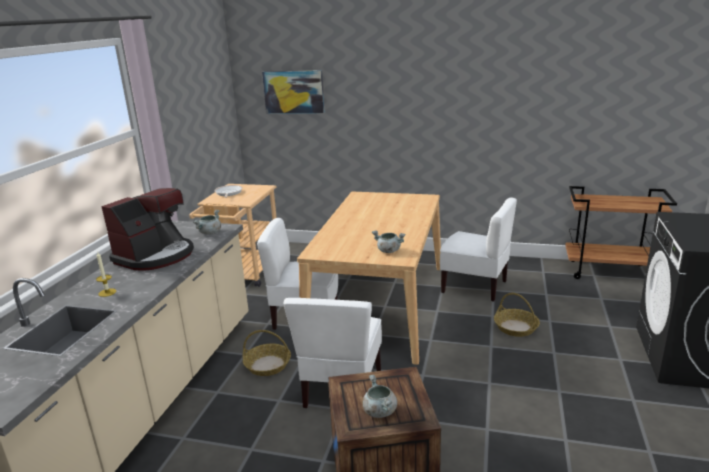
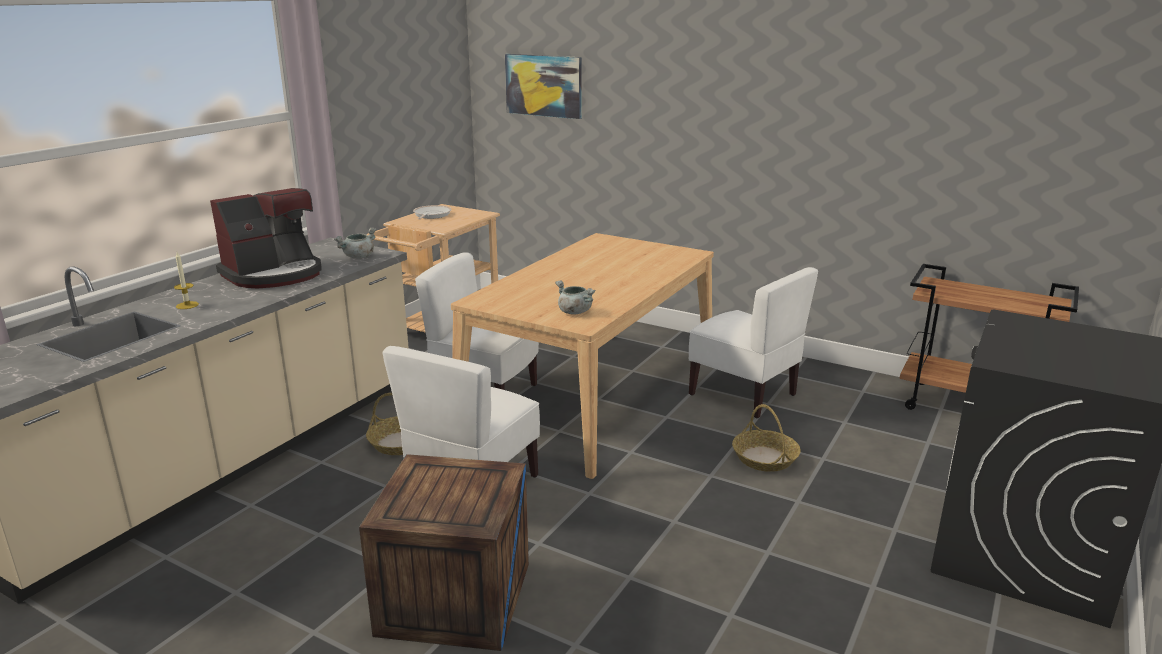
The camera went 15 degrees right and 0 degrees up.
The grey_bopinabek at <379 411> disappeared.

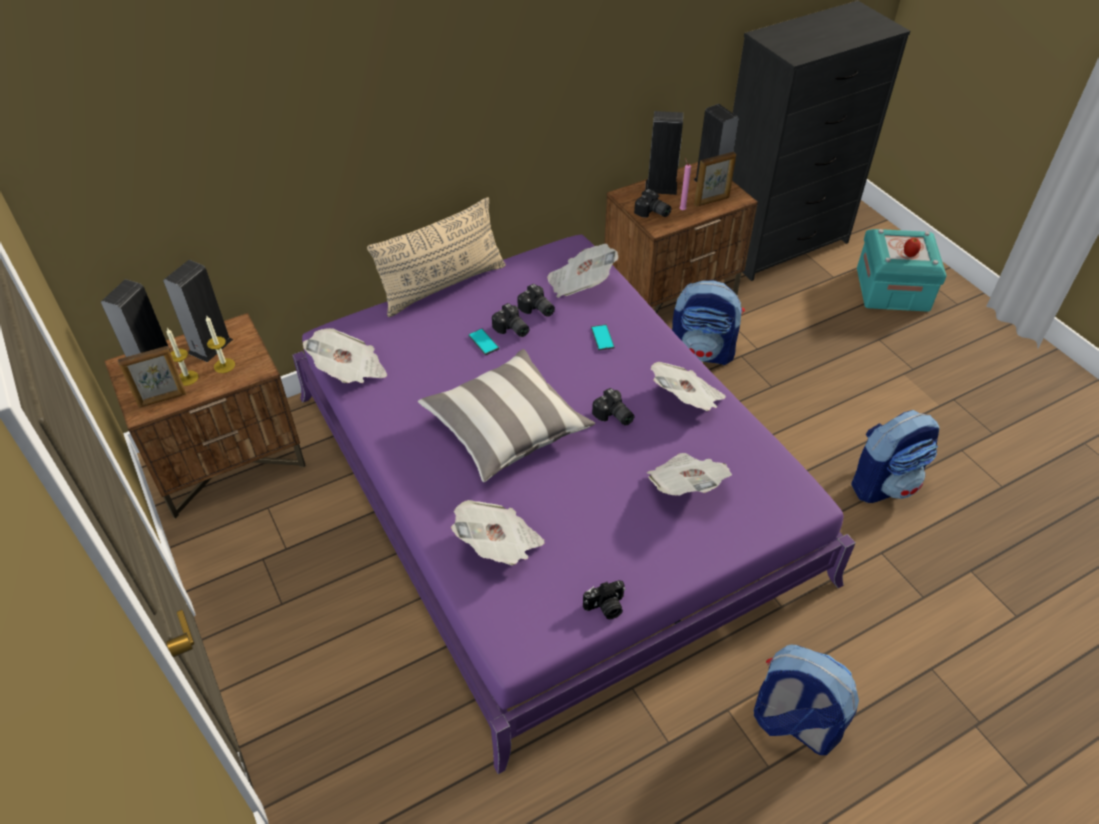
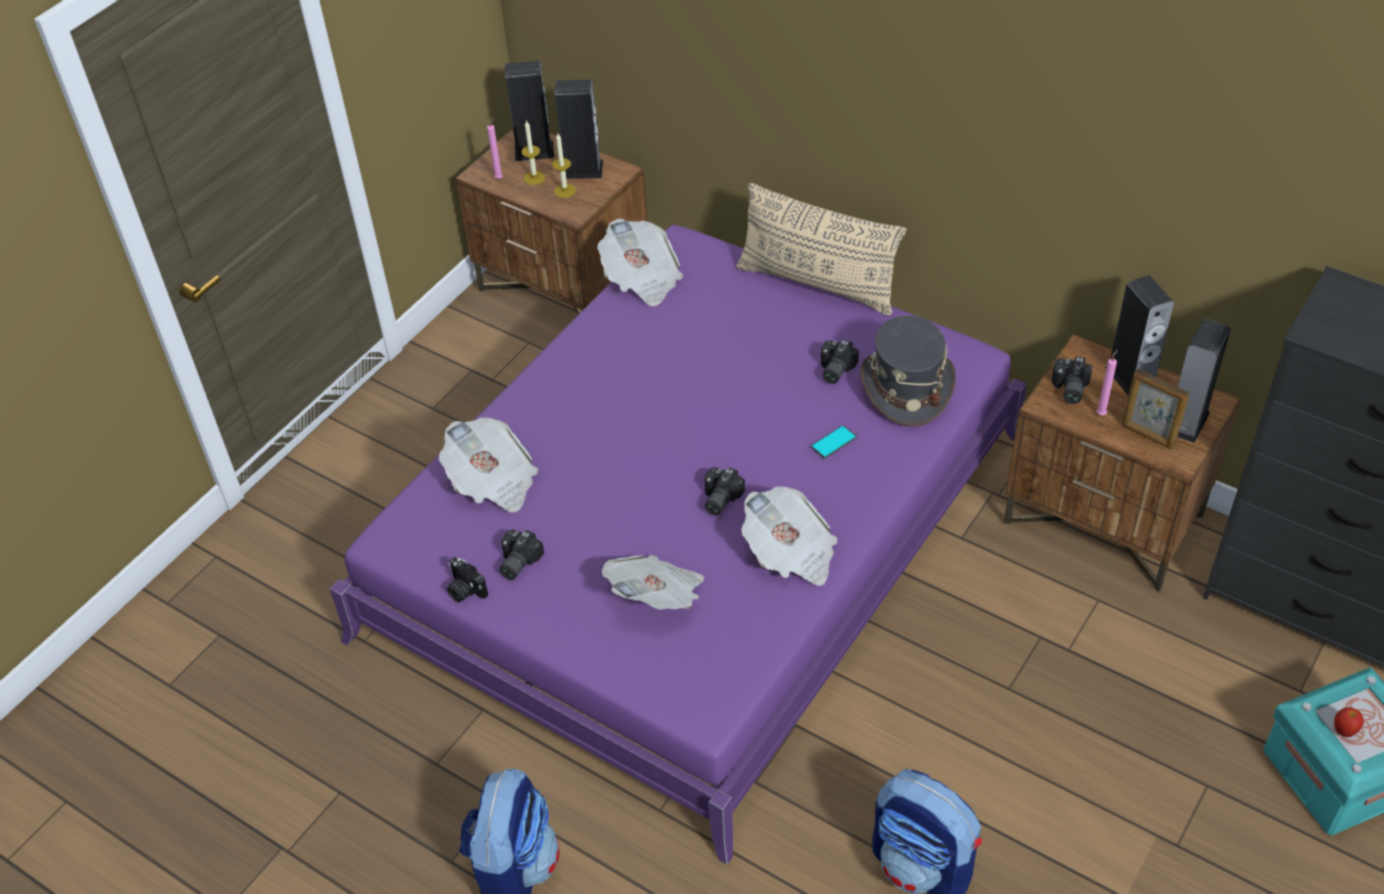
The camera went 65 degrees right and 0 degrees up.
The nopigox at <506 428> disappeared.
The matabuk at <483 342> disappeared.
The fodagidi at <702 352> disappeared.
The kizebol moved from <511 330> to <516 562>.
The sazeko at <162 399> was replaced by the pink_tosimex at <499 178>.
The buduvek at <580 284> was replaced by the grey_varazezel at <906 387>.

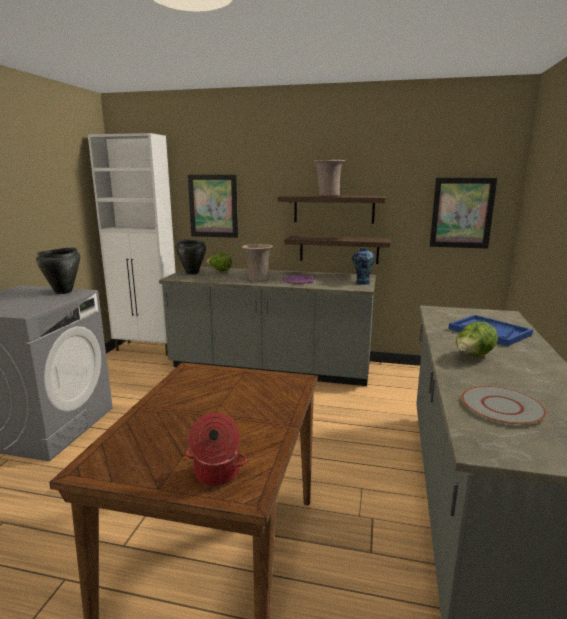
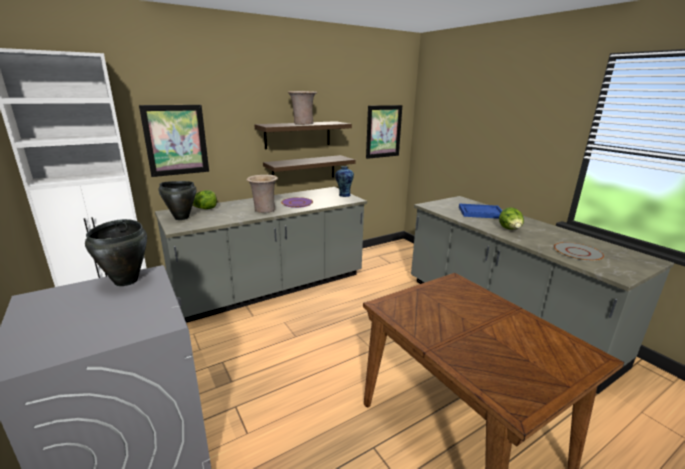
The camera went 45 degrees left and 5 degrees up.
The bopinabek at <216 474> disappeared.

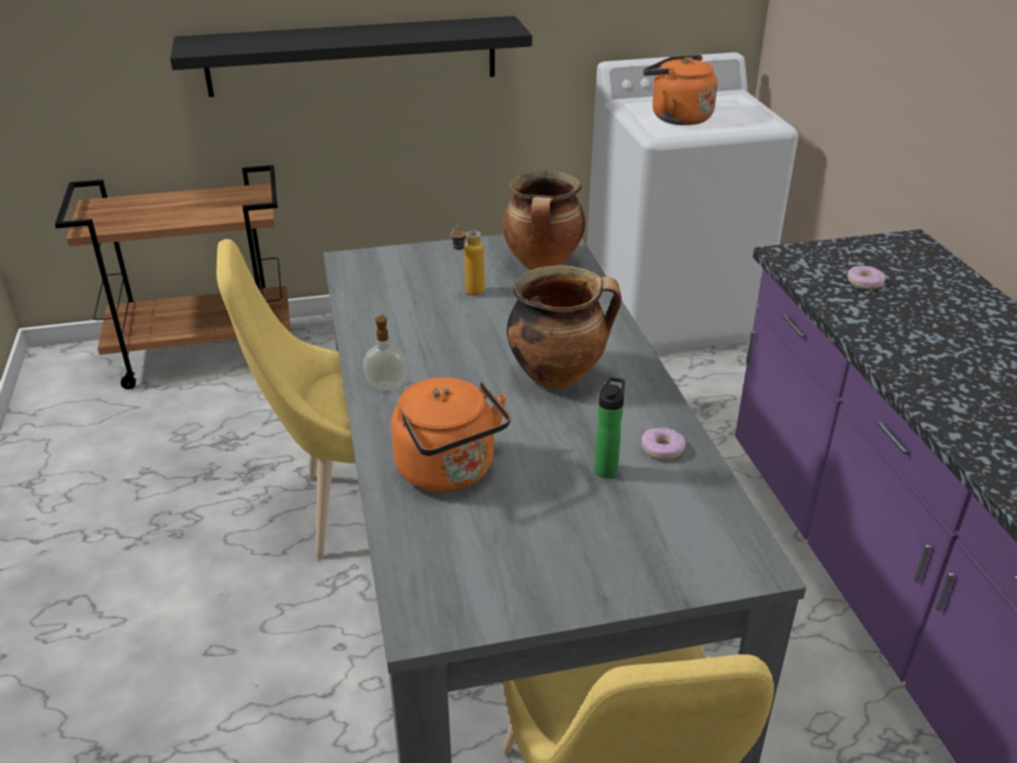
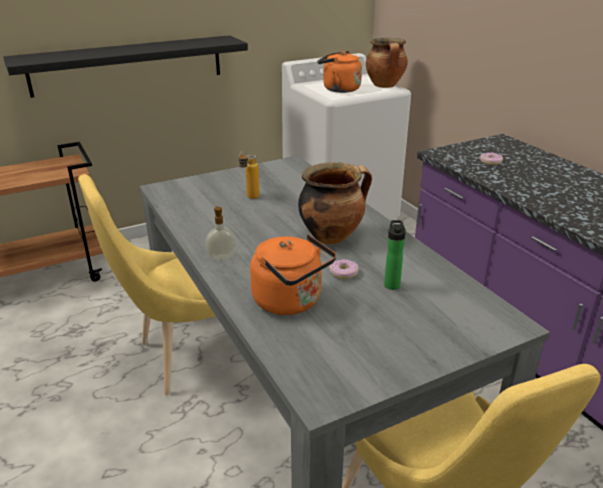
The camera went 15 degrees left and 5 degrees down.
The bopinabek moved from <543 265> to <385 86>.
The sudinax moved from <662 449> to <343 273>.

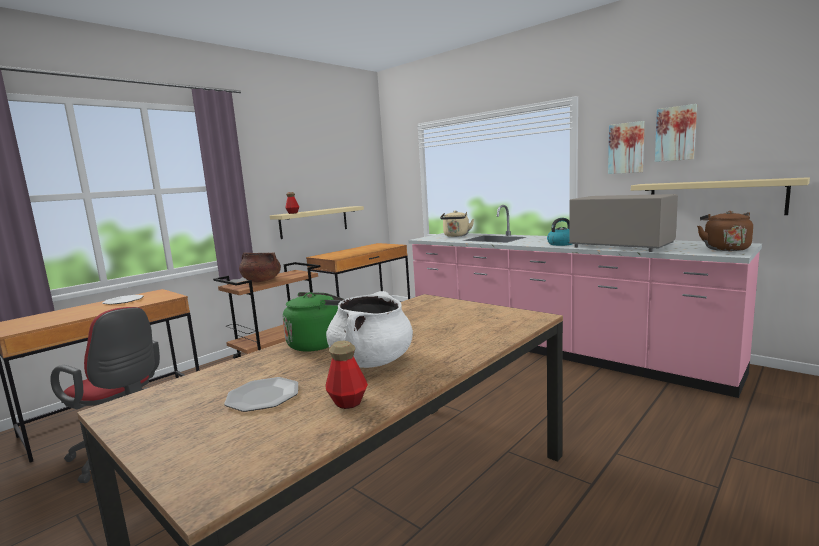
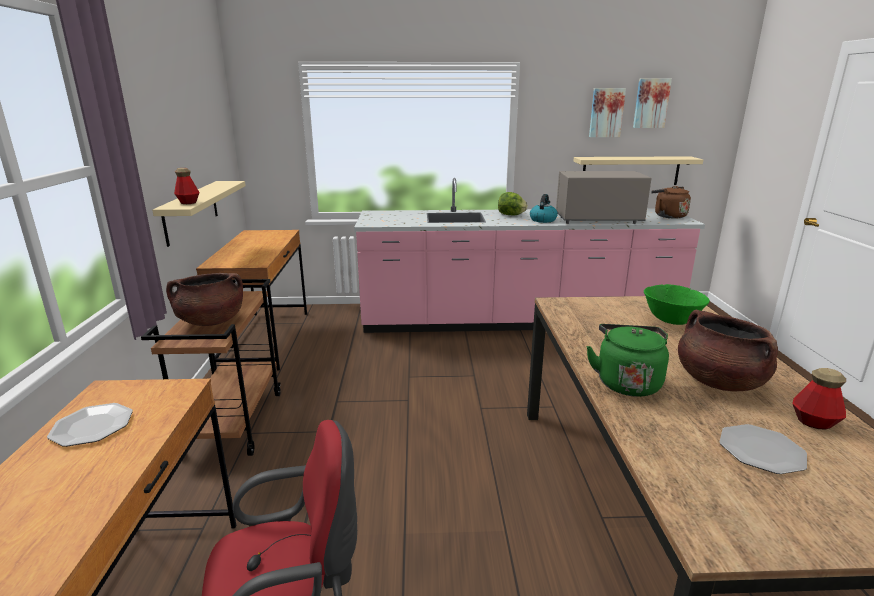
The camera went 45 degrees left and 10 degrees up.
The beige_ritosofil at <456 236> disappeared.
The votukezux at <511 215> appeared.
The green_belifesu at <671 321> appeared.
The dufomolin moved from <626 148> to <651 103>.
The white_bopinabek at <372 361> became the brown_bopinabek at <718 381>.

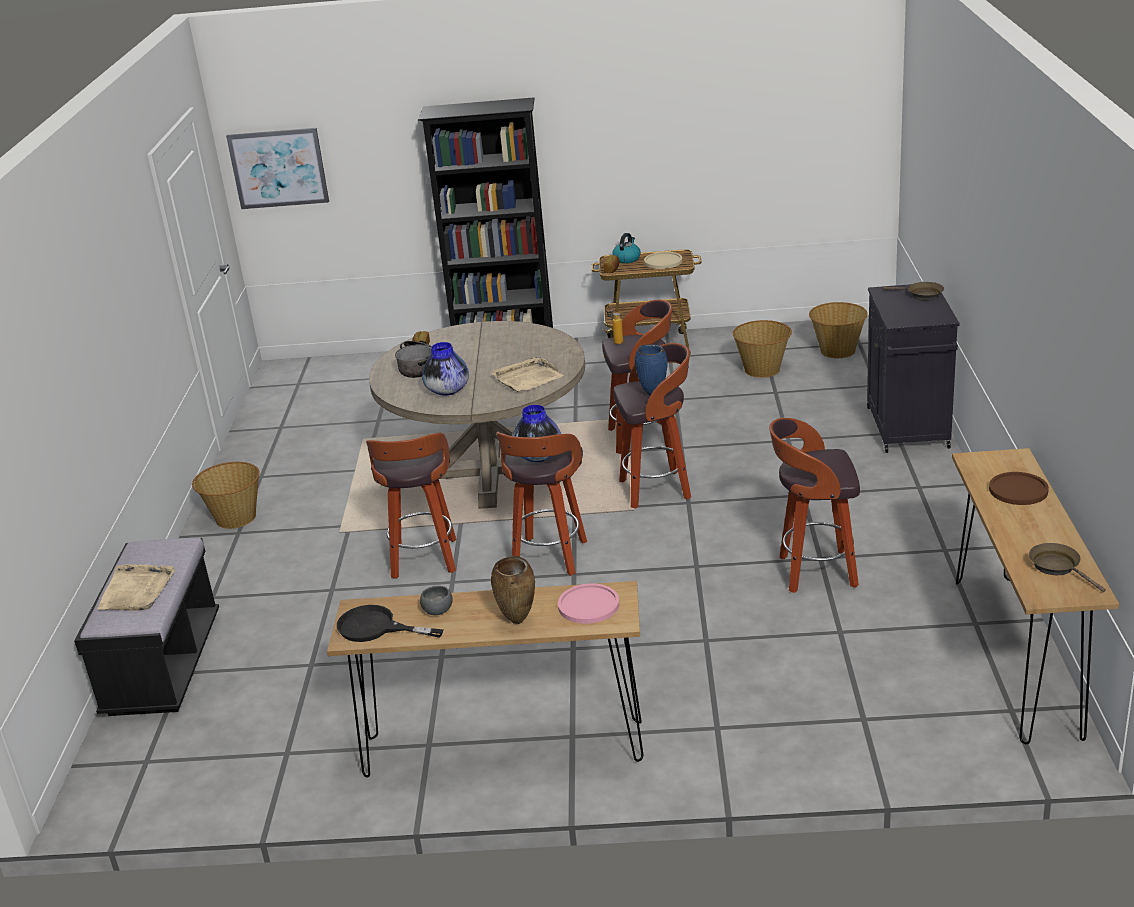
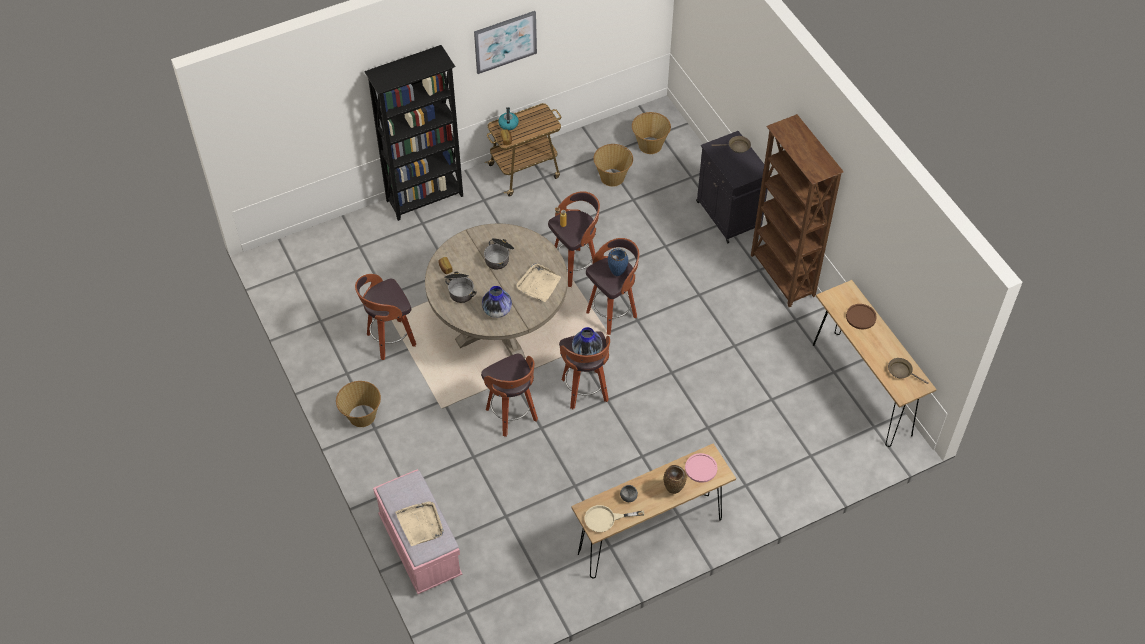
The camera went 30 degrees left and 25 degrees up.
The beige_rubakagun at <663 261> disappeared.
The bopinabek at <499 257> appeared.
The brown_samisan at <782 276> appeared.
The dufomolin moved from <278 168> to <505 41>.
The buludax moved from <815 572> to <390 340>.
The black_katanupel at <163 667> became the pink_katanupel at <420 547>.
The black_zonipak at <376 628> became the beige_zonipak at <605 519>.

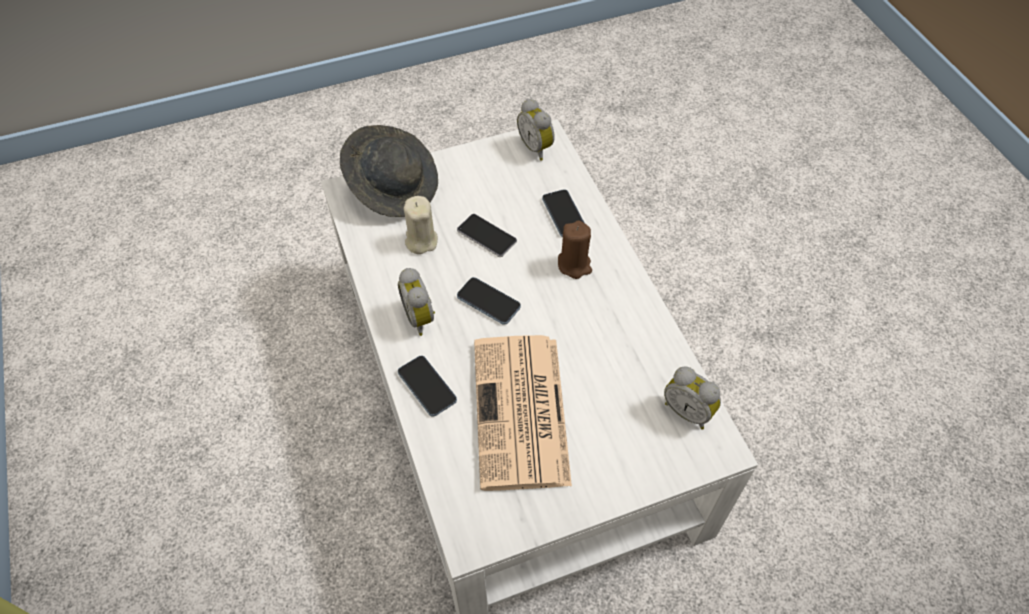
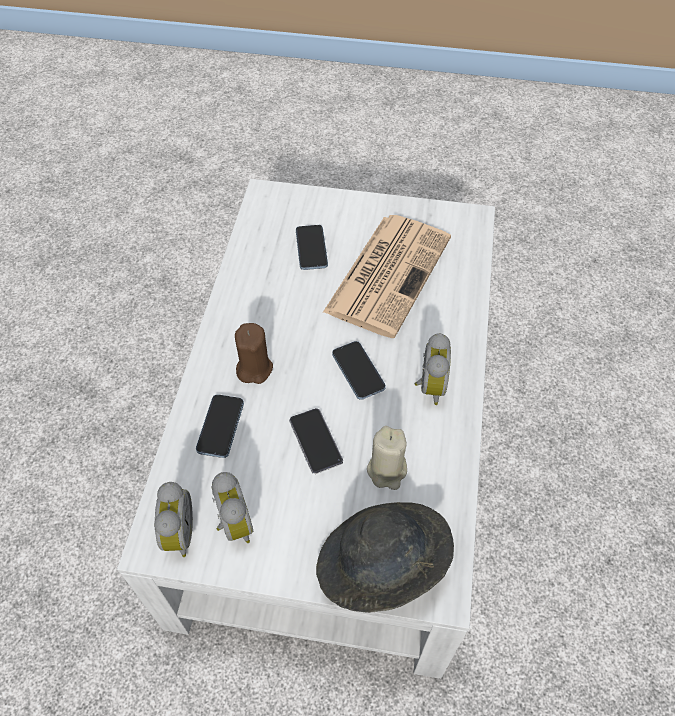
The camera went 150 degrees left and 0 degrees up.
The matabuk moved from <427 387> to <311 248>.
The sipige moved from <688 410> to <232 524>.

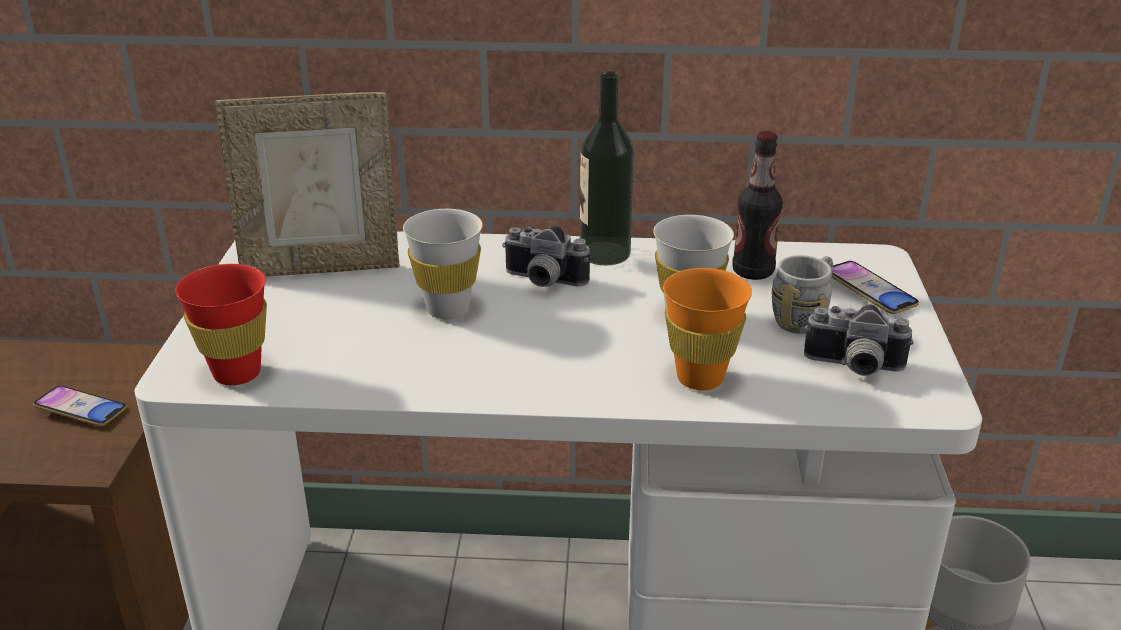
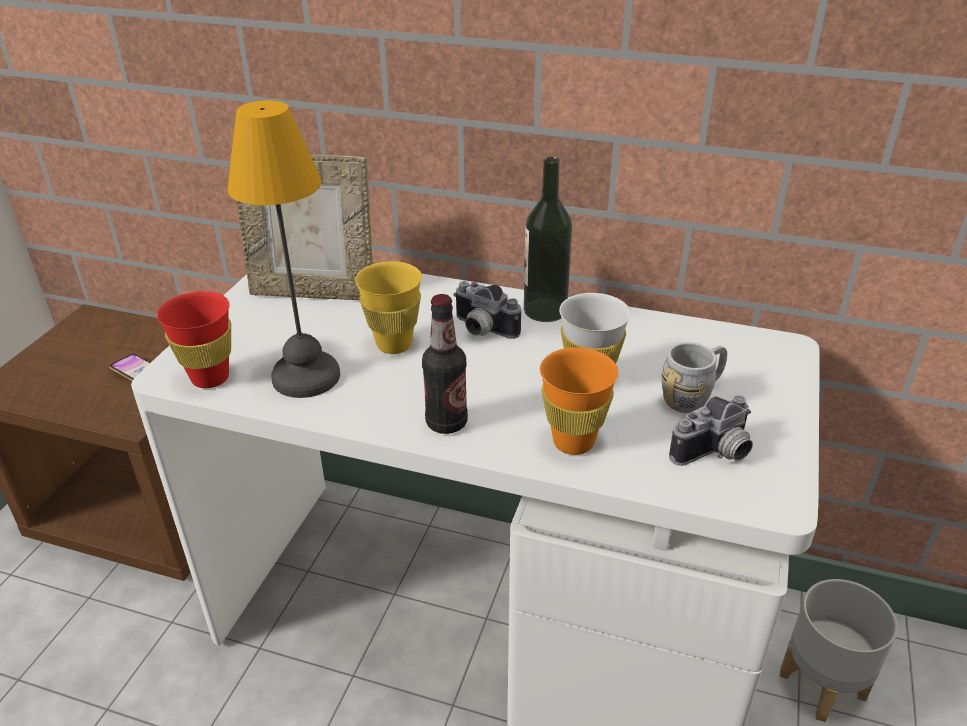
The camera went 15 degrees right and 5 degrees up.
The matabuk at <869 293> disappeared.
The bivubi at <304 377> appeared.
The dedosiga moved from <753 272> to <446 423>.
The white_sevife at <448 309> became the yellow_sevife at <394 345>.
The kizebol at <853 368> turned 60 degrees counterclockwise.

